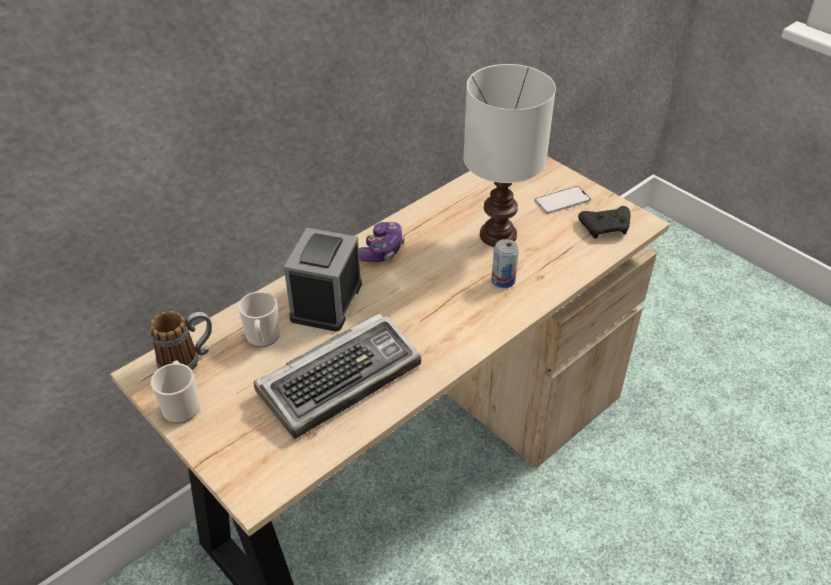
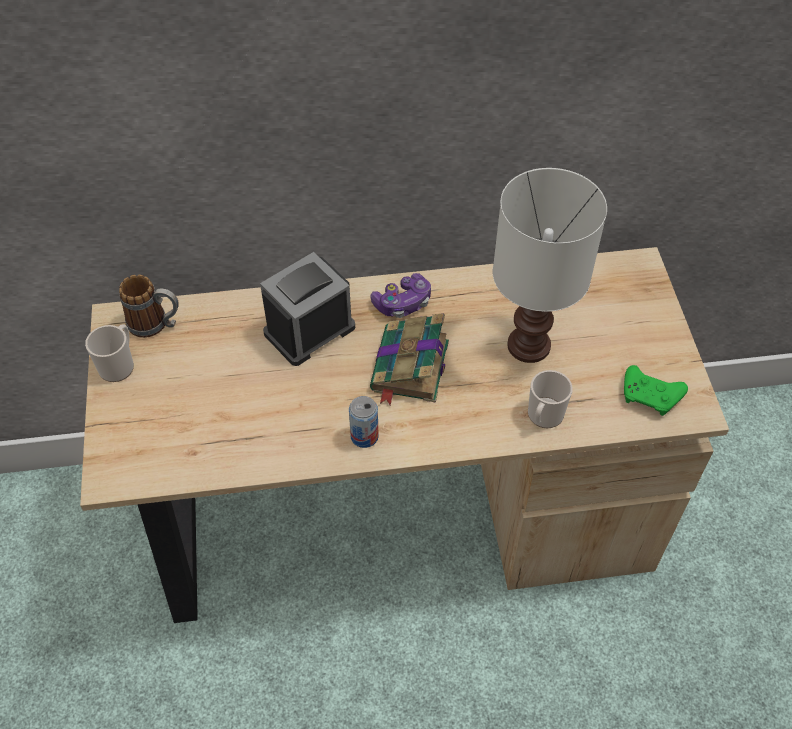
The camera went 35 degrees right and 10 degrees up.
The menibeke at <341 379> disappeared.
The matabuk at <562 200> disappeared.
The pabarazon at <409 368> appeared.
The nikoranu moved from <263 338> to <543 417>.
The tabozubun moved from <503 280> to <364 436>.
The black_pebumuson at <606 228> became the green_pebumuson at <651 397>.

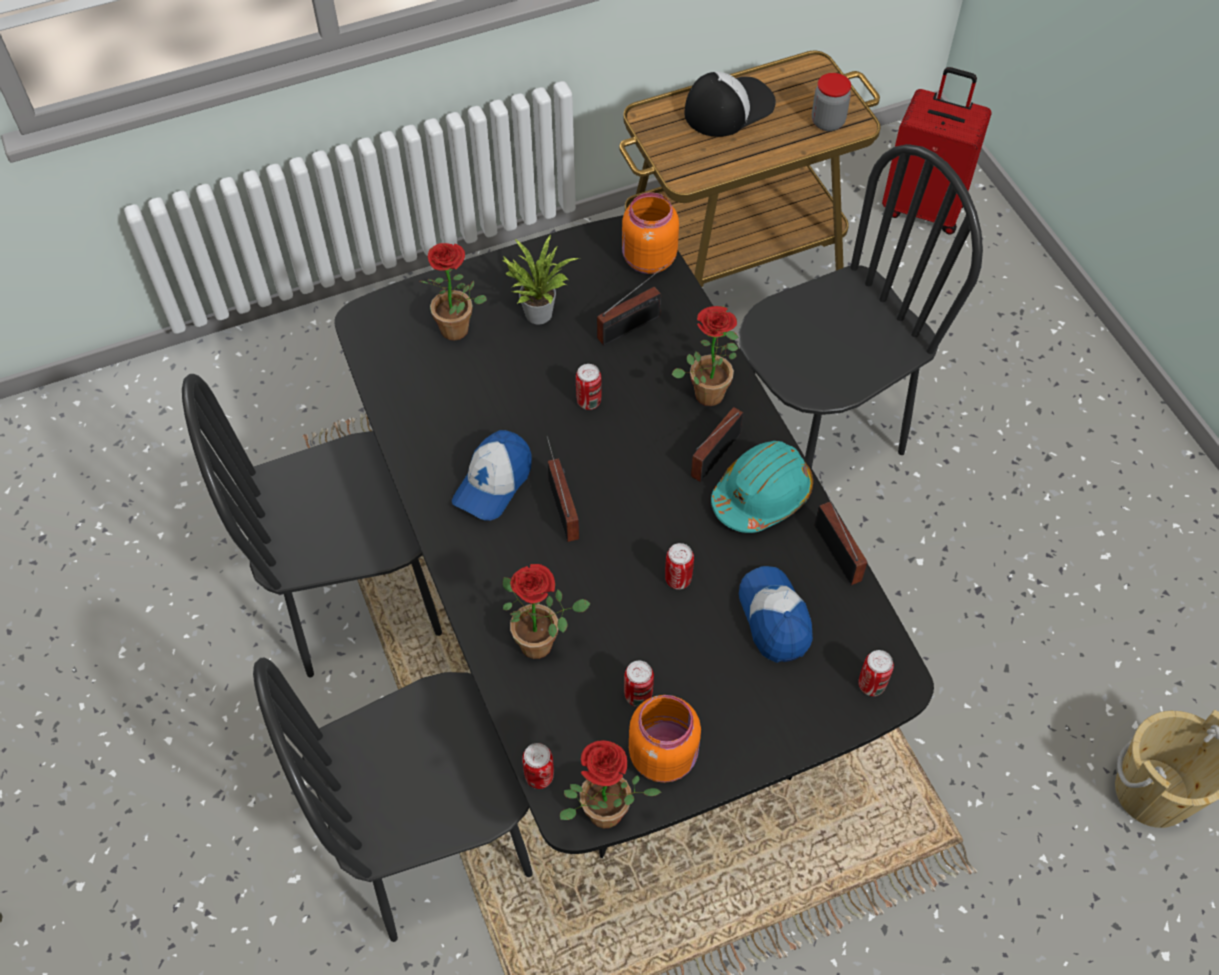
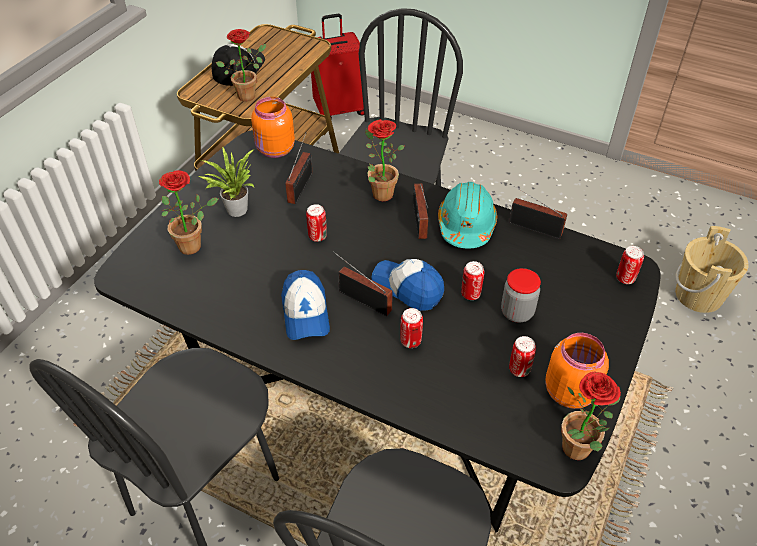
The camera went 40 degrees left and 10 degrees down.
The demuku moved from <543 642> to <249 94>.
The tabozubun moved from <539 776> to <410 341>.
The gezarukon moved from <775 618> to <408 288>.
The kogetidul moved from <827 122> to <517 312>.

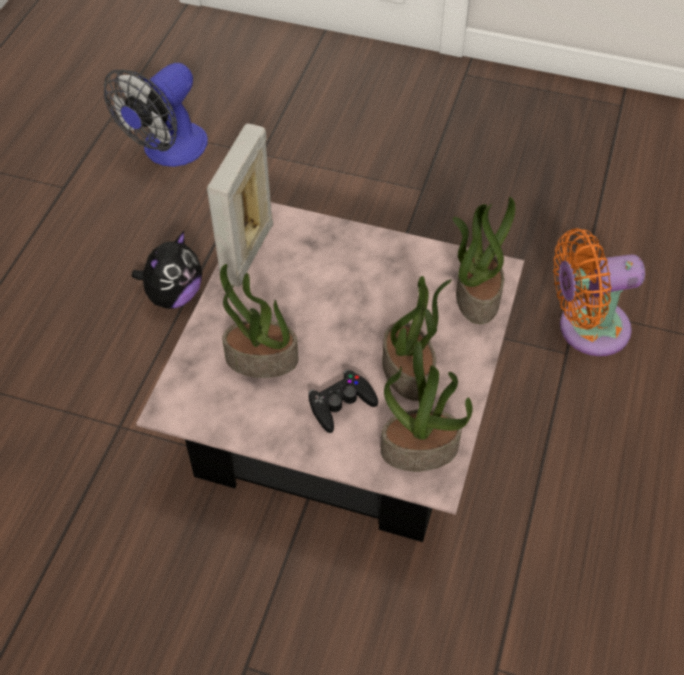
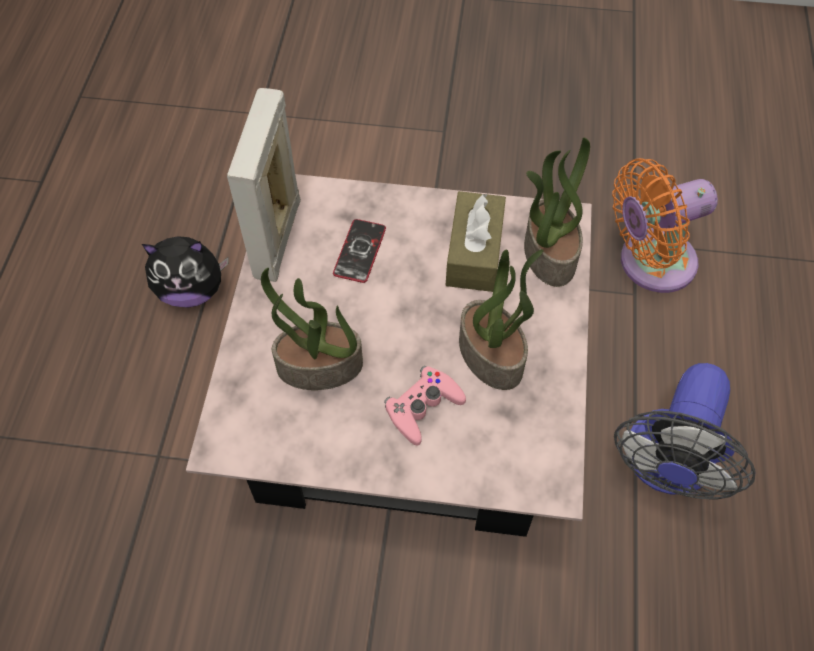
The camera went 10 degrees left and 5 degrees up.
The demuku at <420 448> disappeared.
The matabuk at <359 251> appeared.
The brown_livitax at <474 252> appeared.
The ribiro moved from <167 151> to <665 467>.
The black_pebumuson at <341 404> became the pink_pebumuson at <423 407>.
The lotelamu at <173 295> turned 60 degrees clockwise.

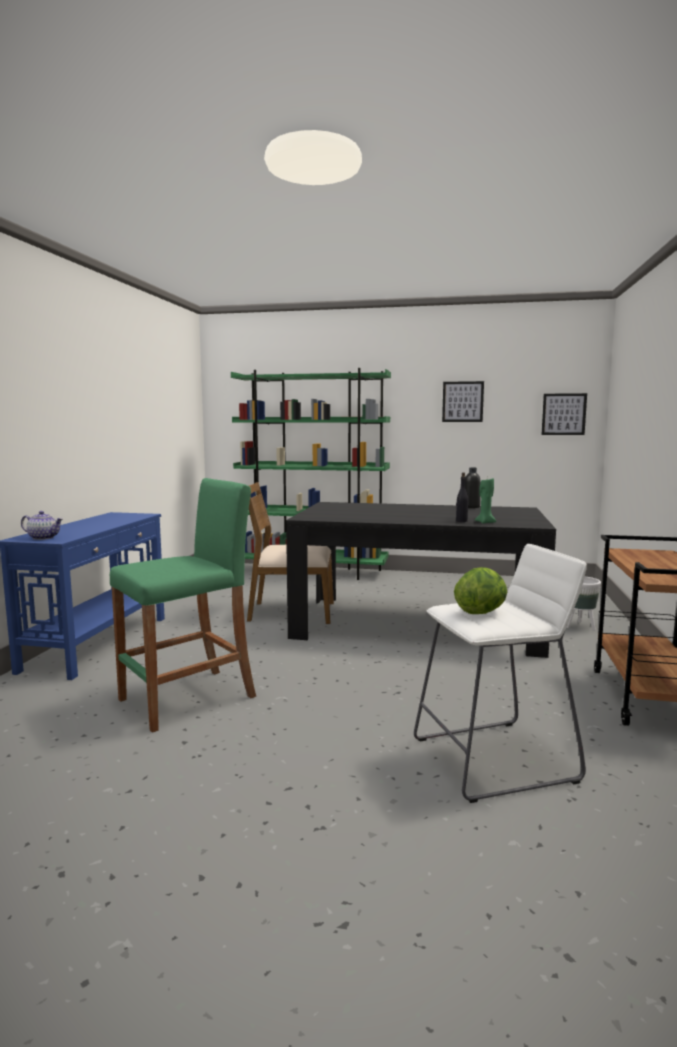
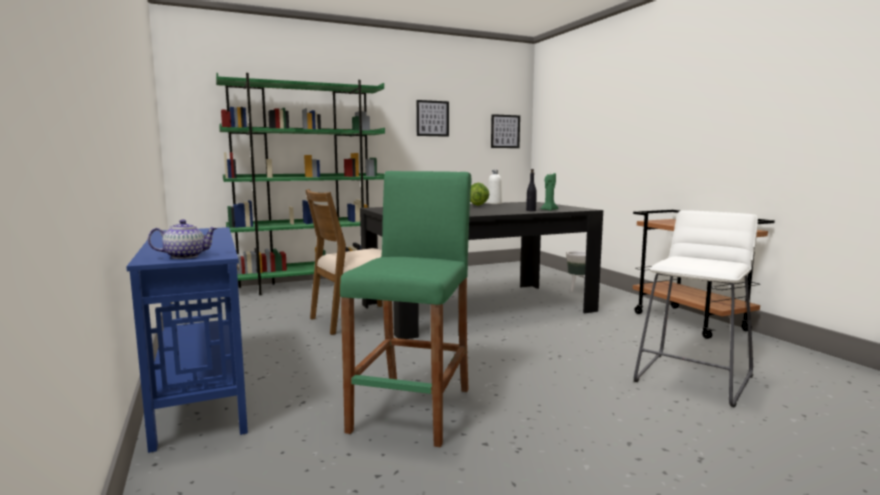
The camera went 35 degrees left and 0 degrees up.
The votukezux moved from <481 612> to <478 205>.
The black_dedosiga at <471 507> became the white_dedosiga at <494 203>.

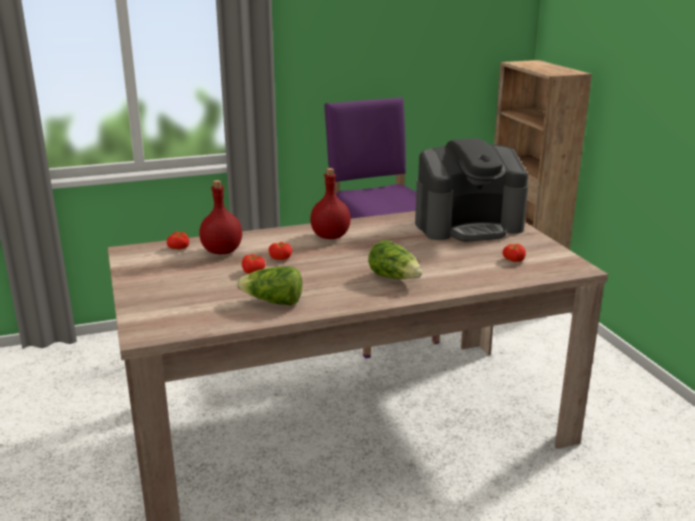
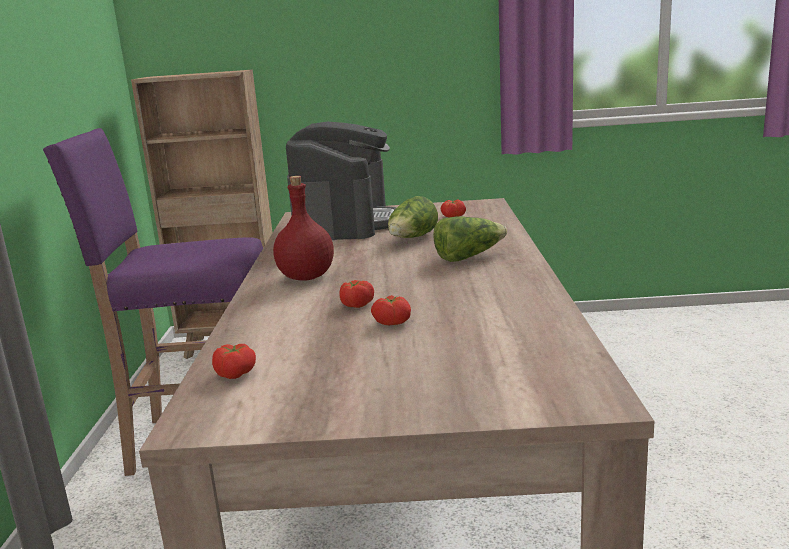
The camera went 70 degrees left and 5 degrees down.
The red_dedosiga at <221 251> disappeared.
The votukezux moved from <273 302> to <412 239>.

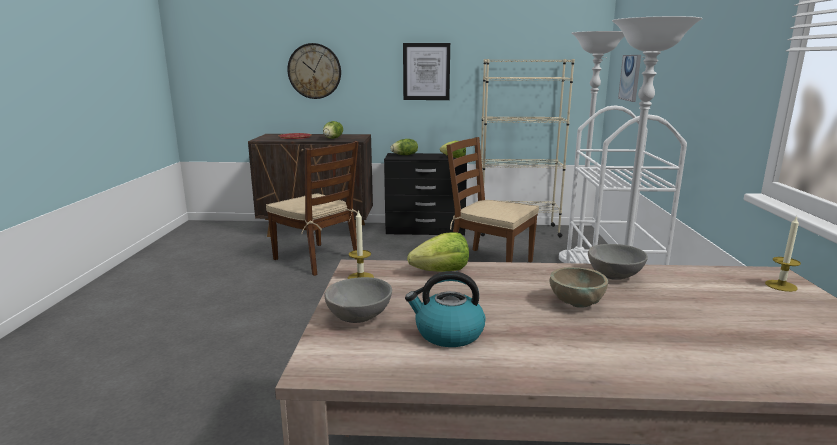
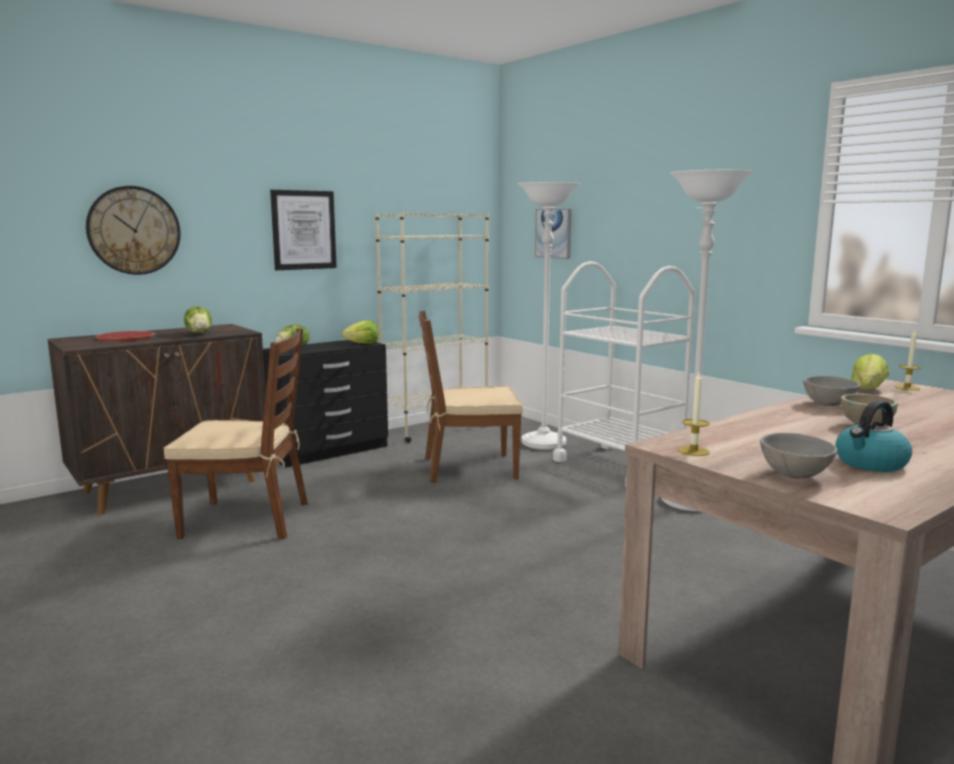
The camera went 40 degrees left and 5 degrees down.
The votukezux moved from <441 271> to <867 389>.

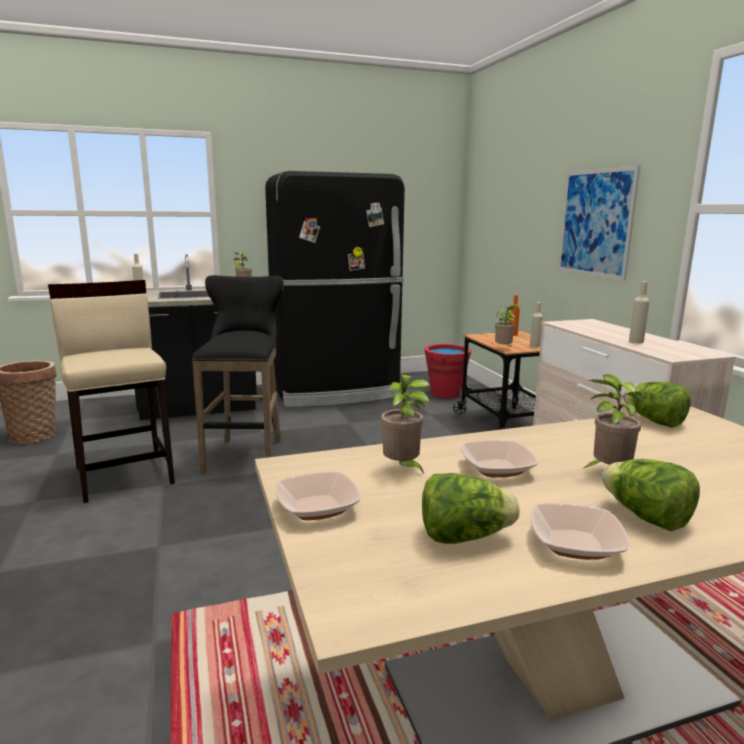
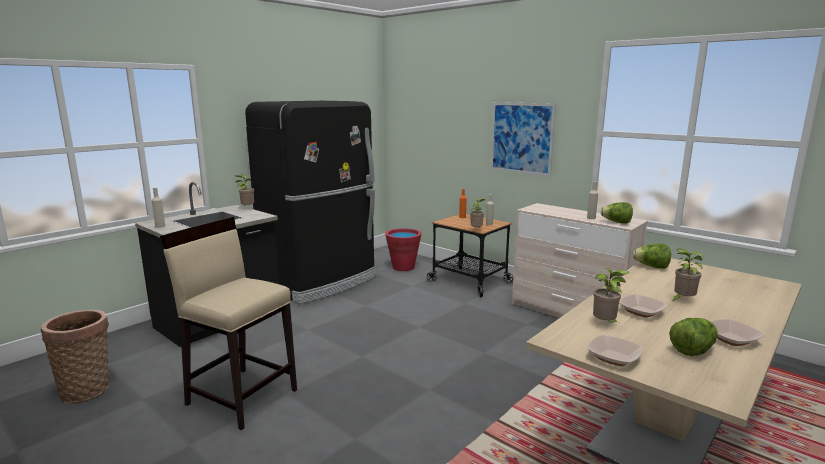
The camera went 30 degrees left and 0 degrees up.
The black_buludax at <246 454> disappeared.
The votukezux moved from <646 517> to <616 222>.

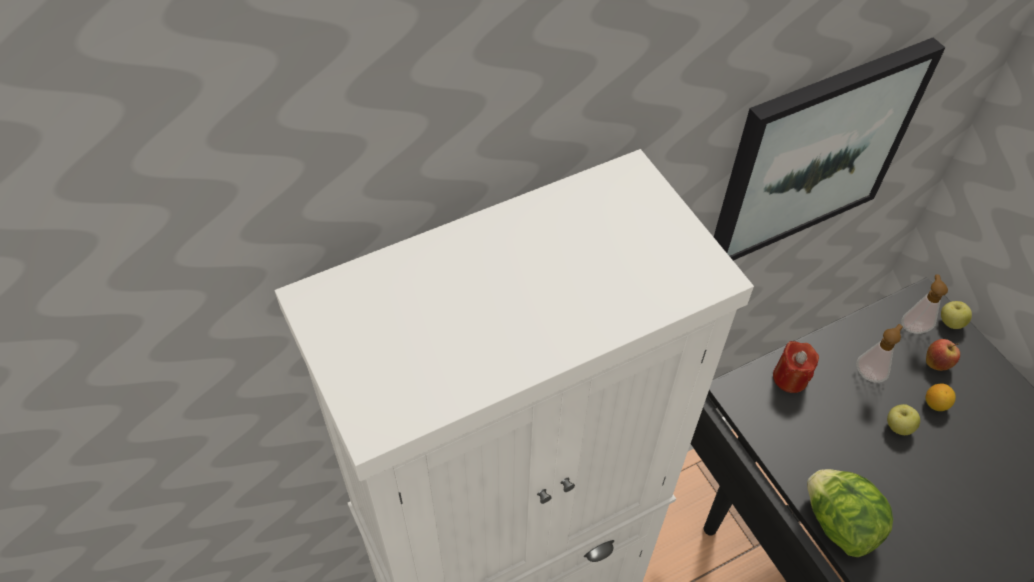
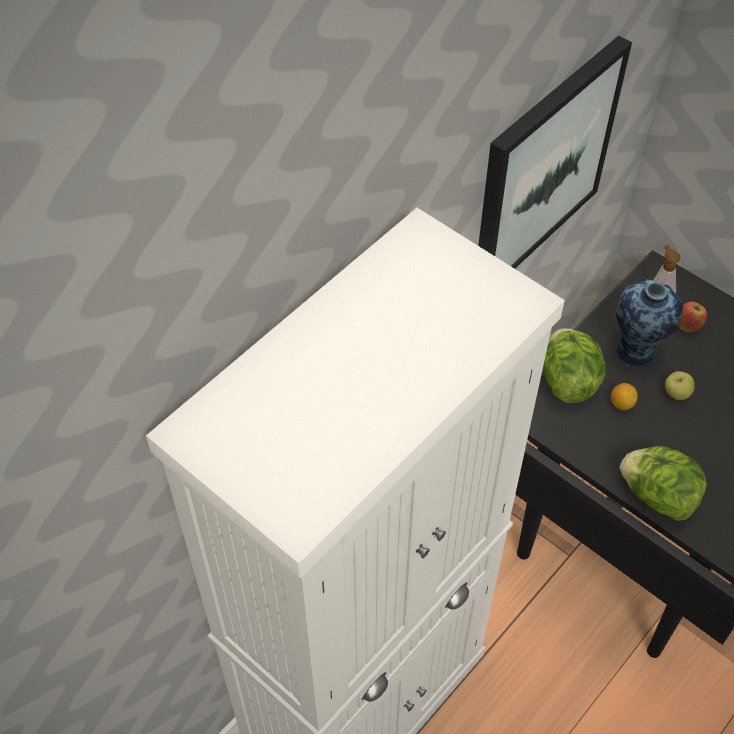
The camera went 20 degrees left and 0 degrees up.
The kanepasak at <950 322> disappeared.
The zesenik moved from <935 404> to <621 404>.
The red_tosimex at <790 378> was replaced by the votukezux at <567 380>.
The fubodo at <870 373> was replaced by the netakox at <635 353>.

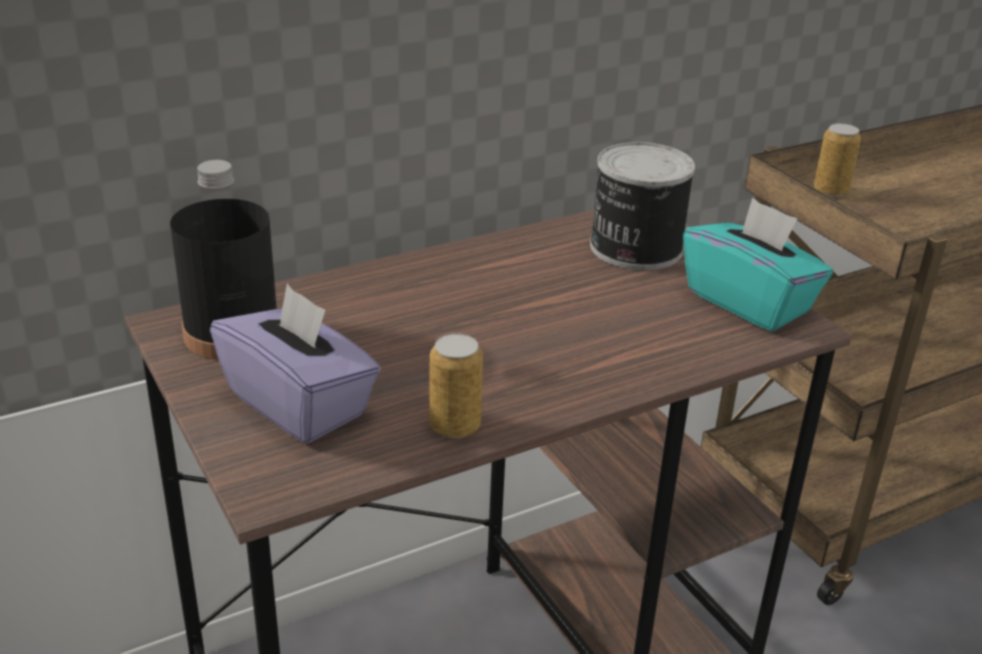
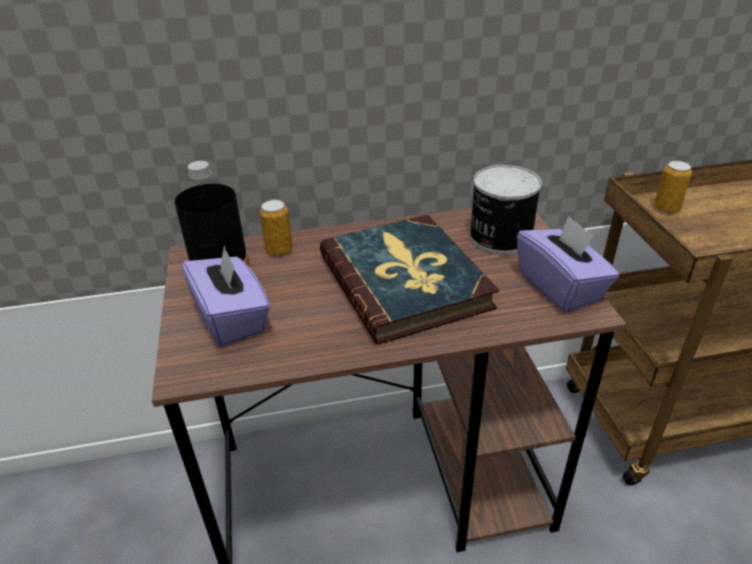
The camera went 20 degrees right and 5 degrees up.
The pabarazon at <405 281> appeared.
The tabozubun moved from <454 426> to <279 250>.
The turquoise_livitax at <749 302> became the purple_livitax at <560 287>.

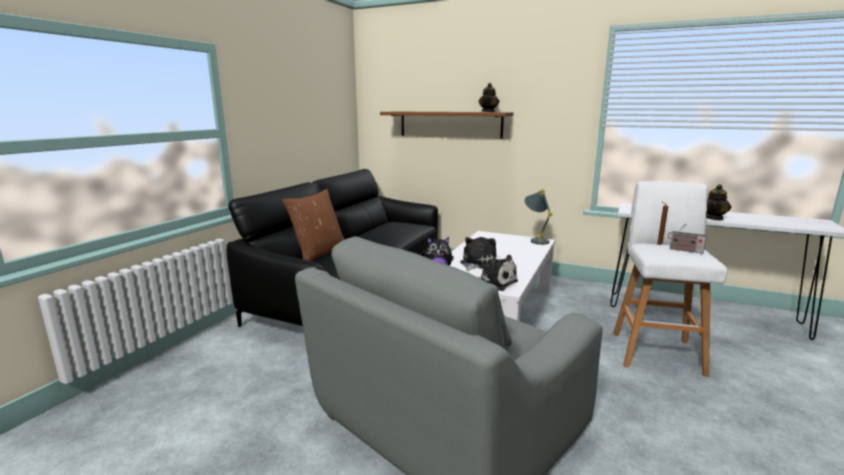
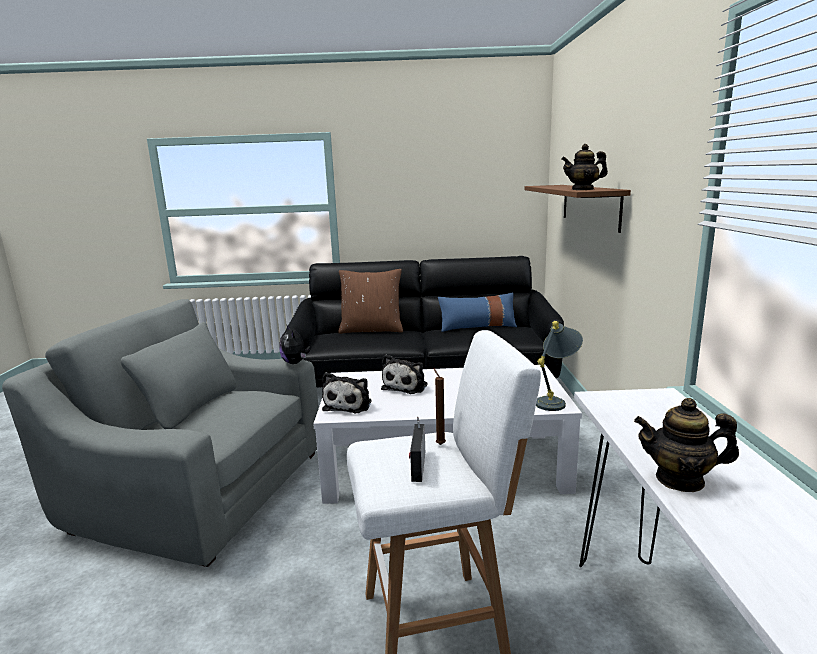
The camera went 65 degrees right and 0 degrees up.
The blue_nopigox at <477 327> appeared.
The lotelamu at <476 263> turned 105 degrees clockwise.

